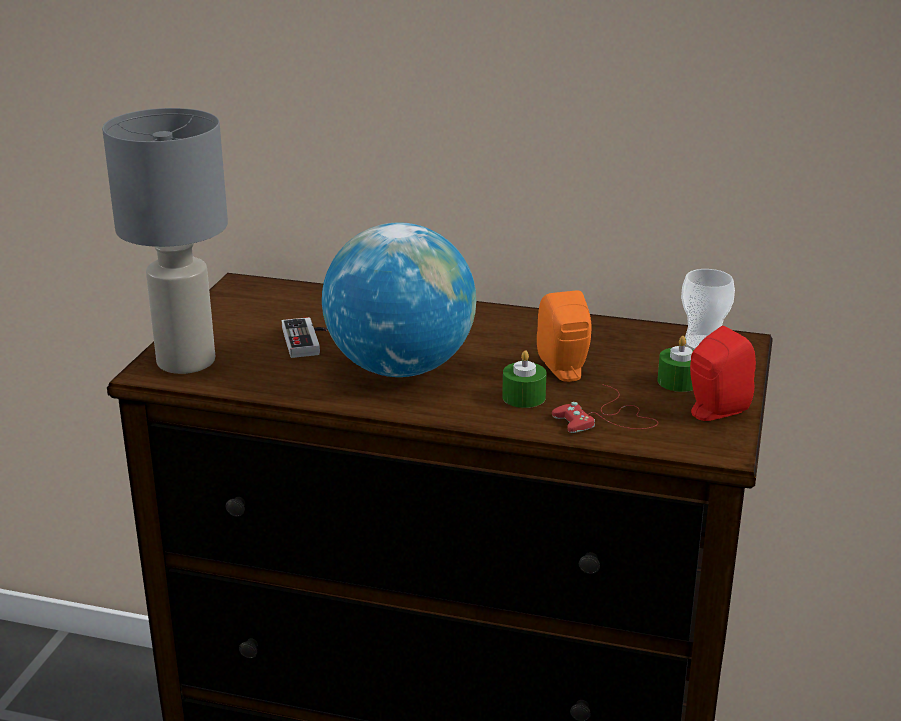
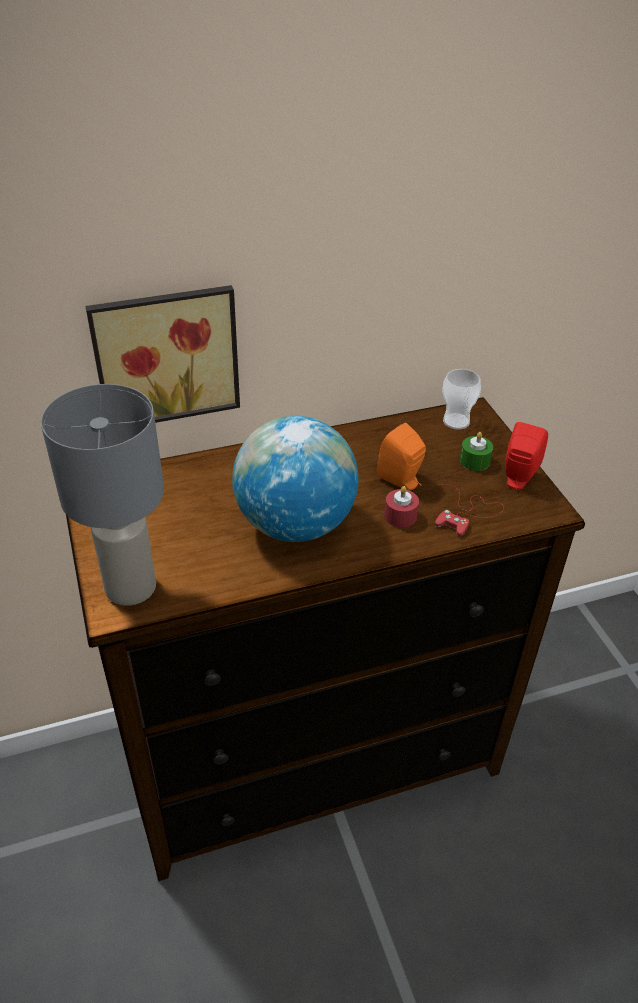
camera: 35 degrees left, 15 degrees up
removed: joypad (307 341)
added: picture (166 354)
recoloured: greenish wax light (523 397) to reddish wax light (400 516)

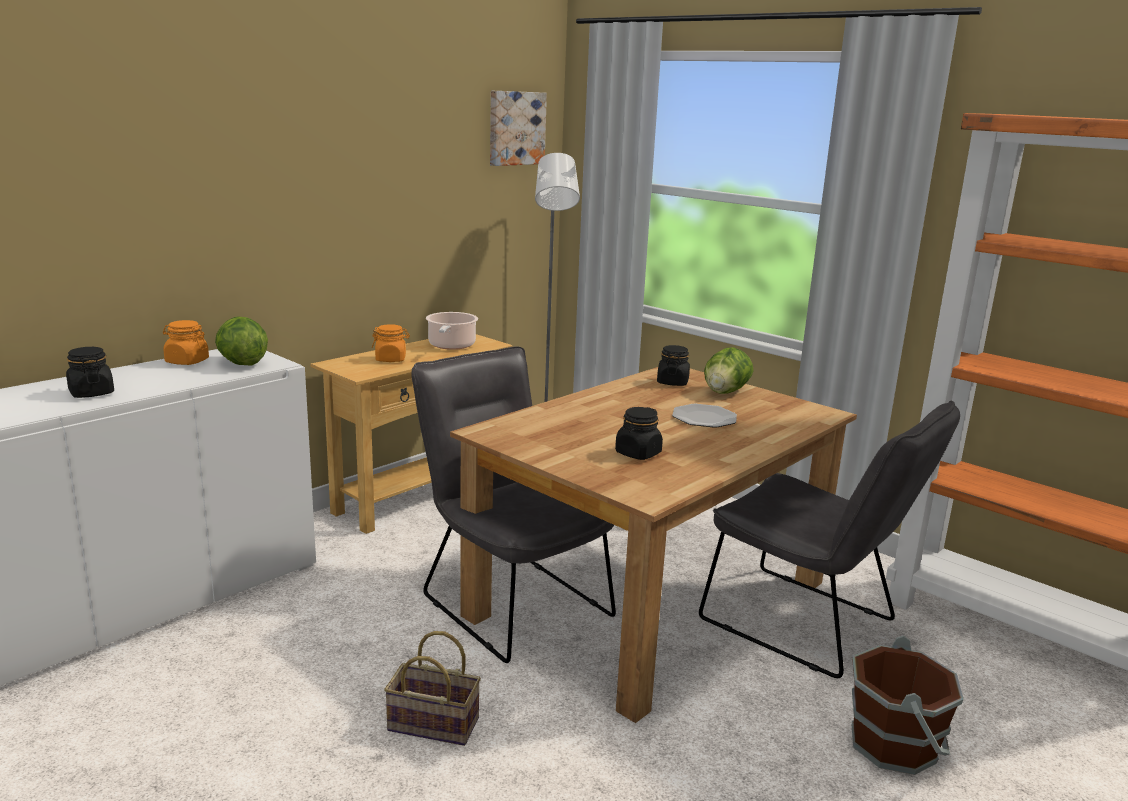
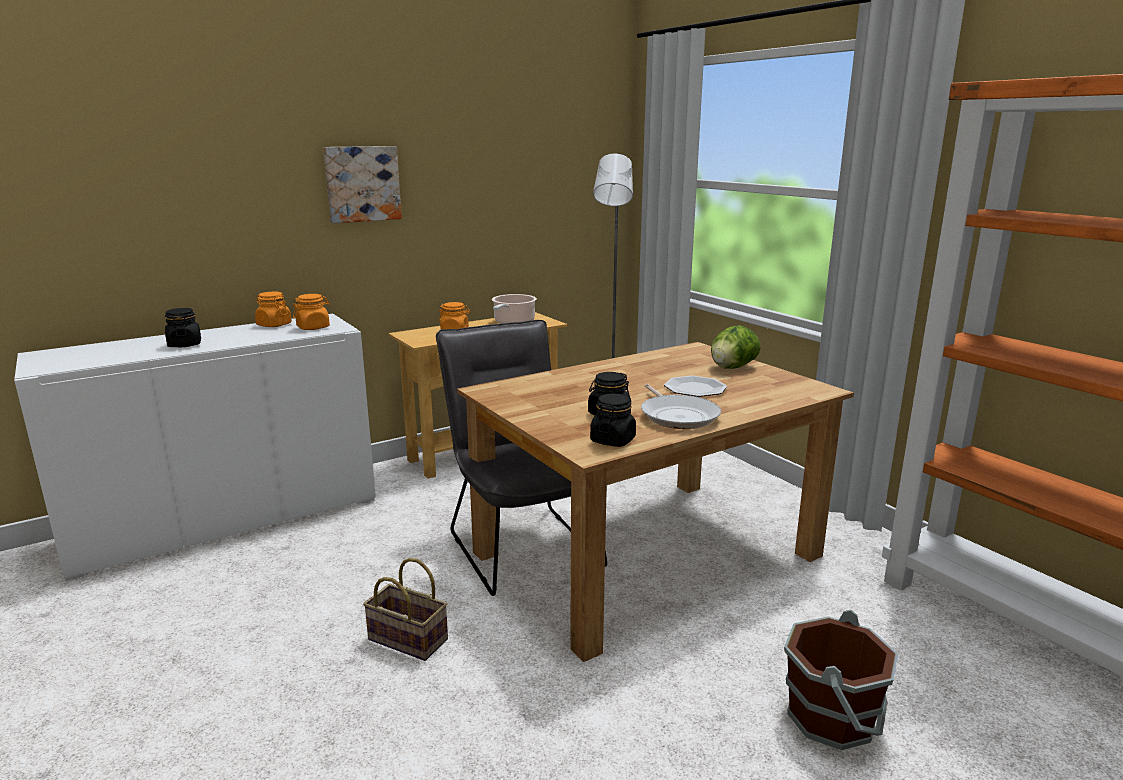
camera: 15 degrees right, 0 degrees up
removed: grey upright chair (809 626)
added: skillet (678 416)
moved: picture (515 128) to (362 184); blackish storage jar (672 382) to (613 440)
replaced: lettuce (241 363) to orange storage jar (313 327)

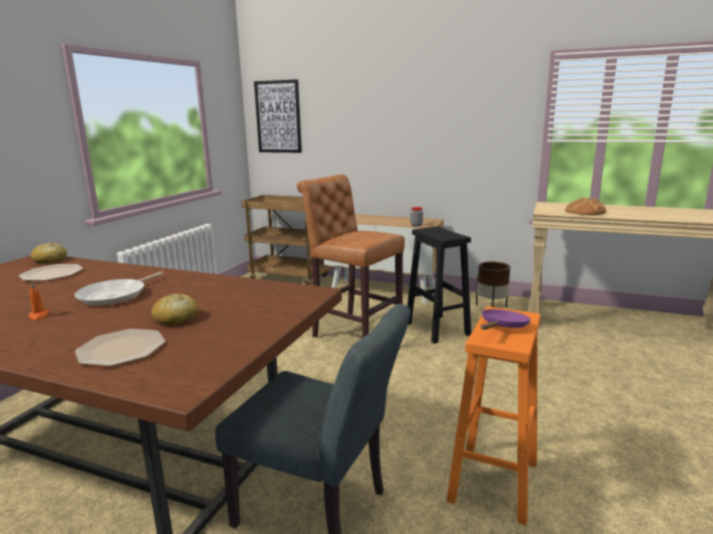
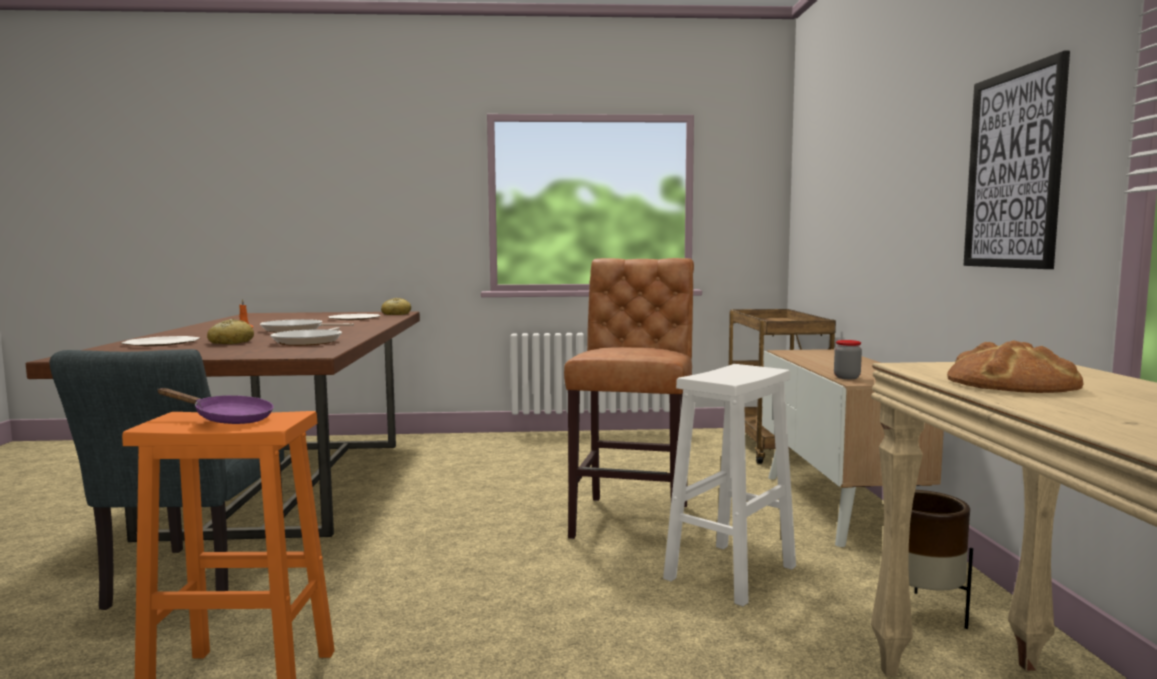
camera: 65 degrees right, 10 degrees down
added: skillet (310 341)
moved: picture (278 117) to (1013 169)
recoloured: blackish sitting stool (438 329) to white-coloured sitting stool (730 573)

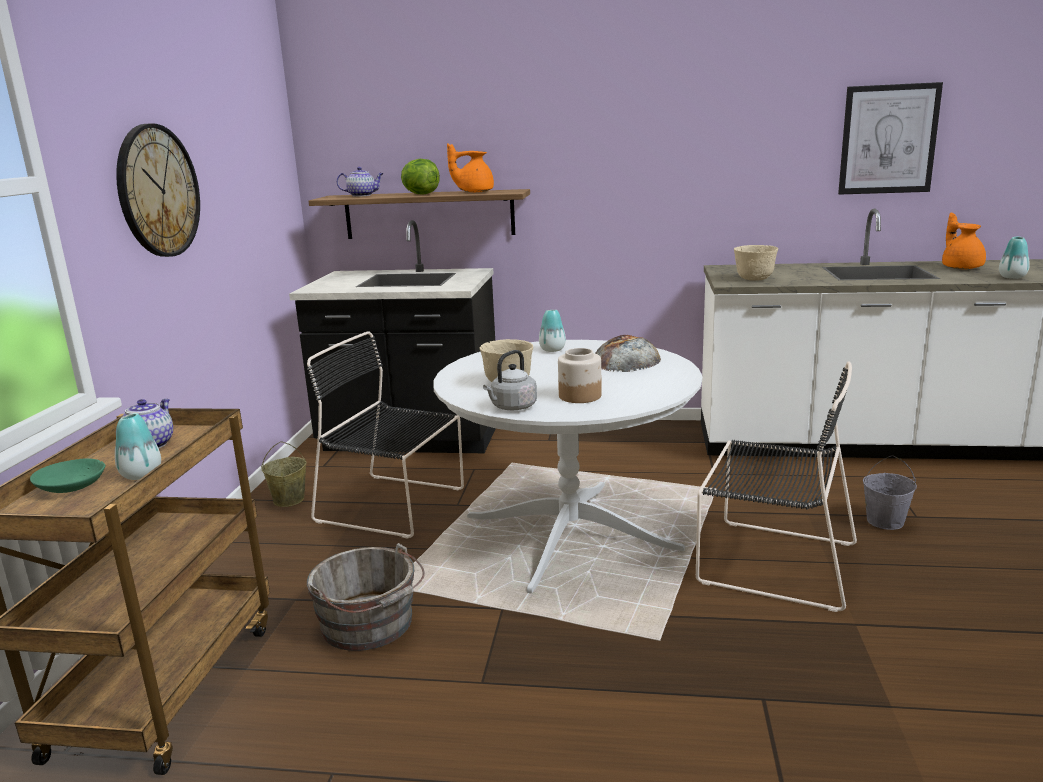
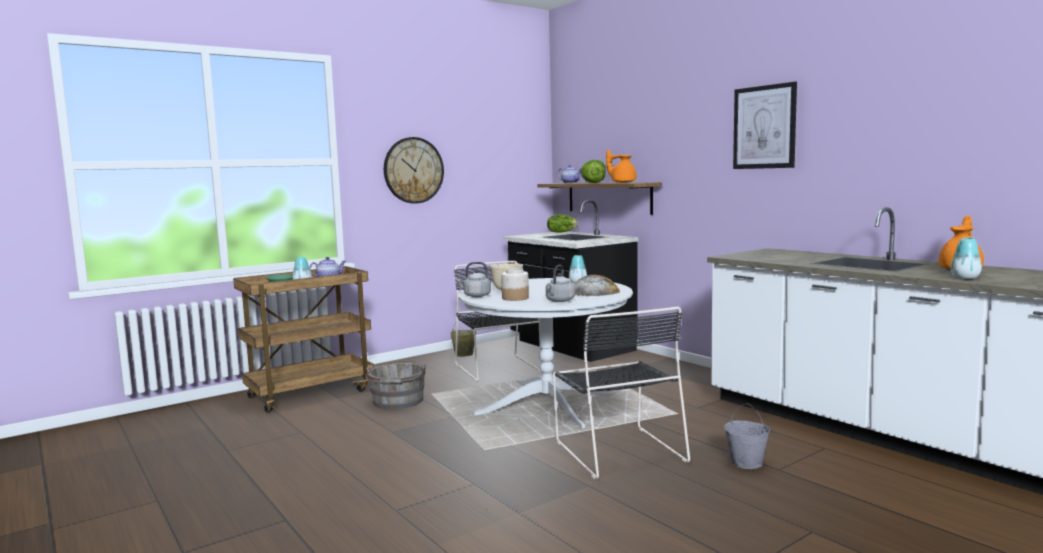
camera: 45 degrees right, 10 degrees down
removed: sand-coloured bowl (754 279)
added: grey kettle (559 301); lettuce (561 232)
moved: picture (888 139) to (764 127)

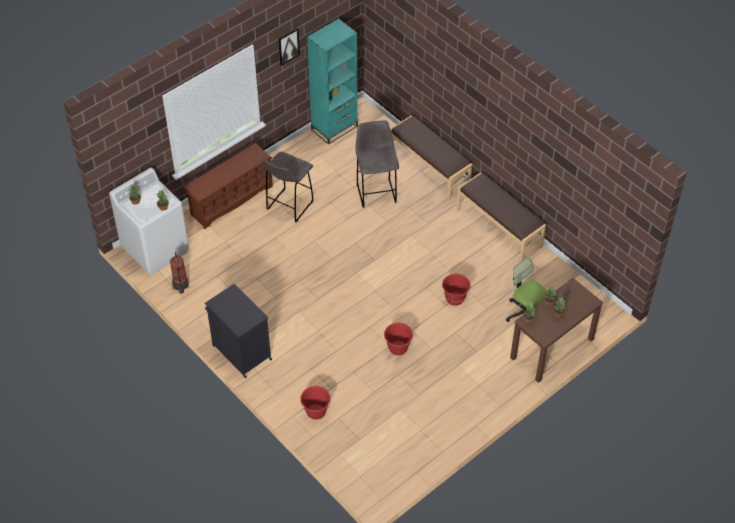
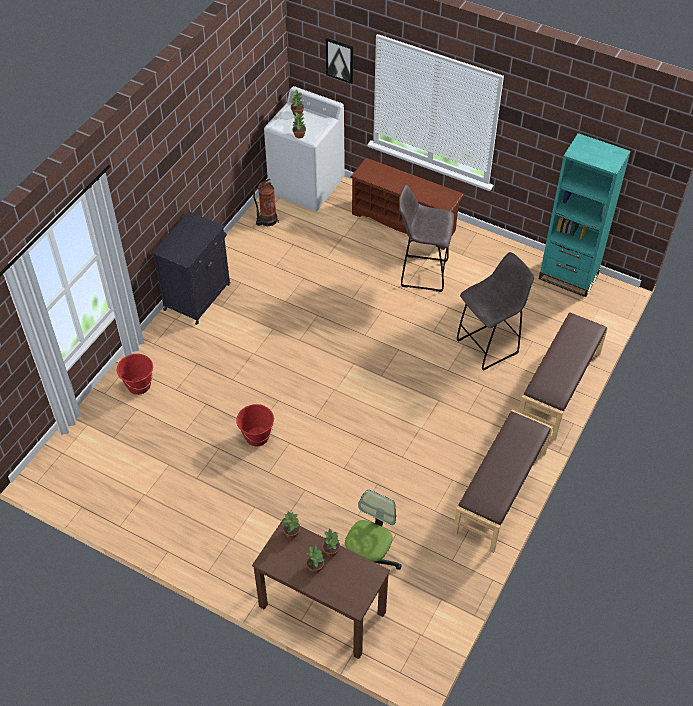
camera: 70 degrees right, 0 degrees up
removed: reddish pail (455 298)
moved: picture (288 46) to (340 60)

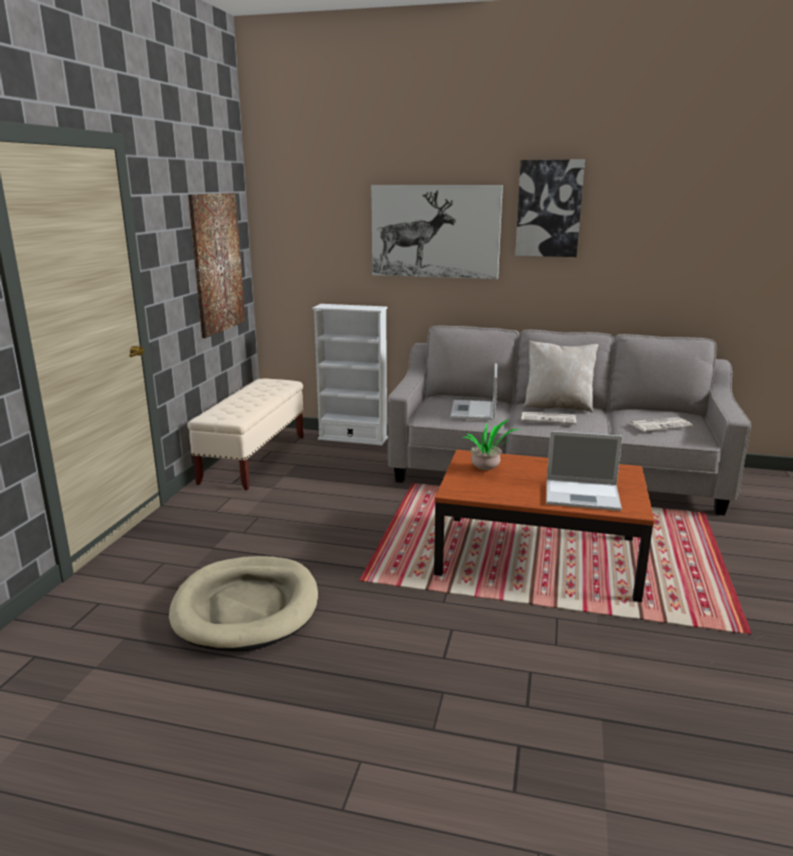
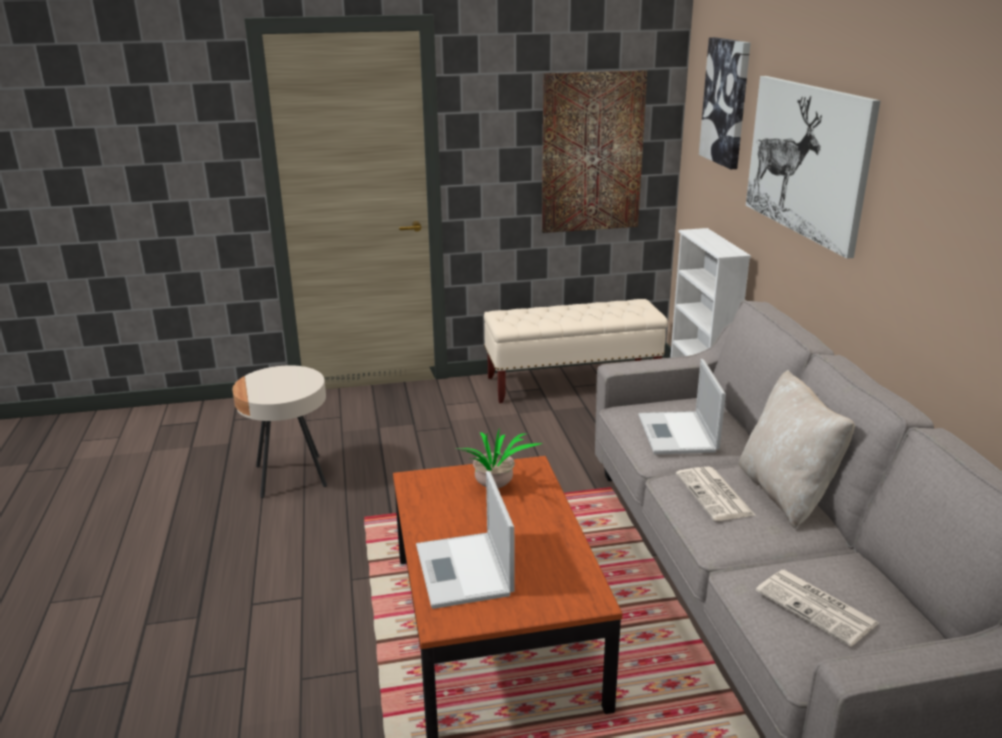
camera: 65 degrees right, 5 degrees up
moved: picture (549 208) to (726 102)
replaced: sand-coloured dog bed (246 607) to sand-coloured end table (291 476)
turned: laptop (474 411) = (678 434) 75 degrees counterclockwise

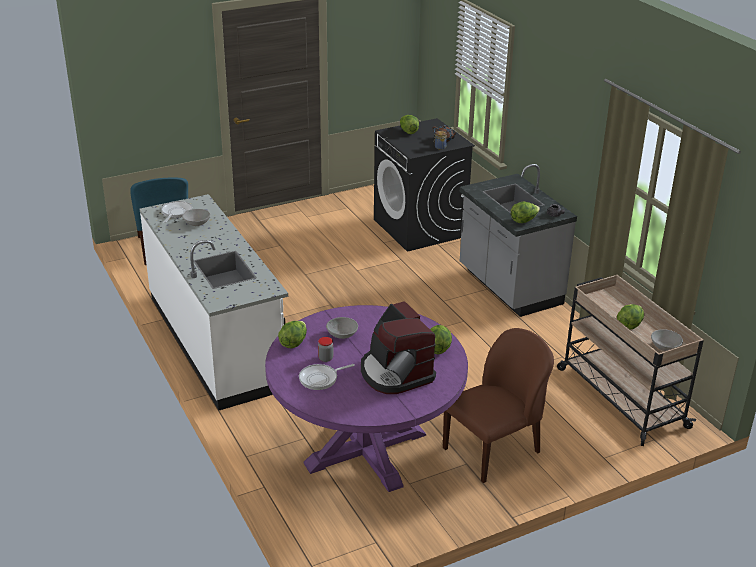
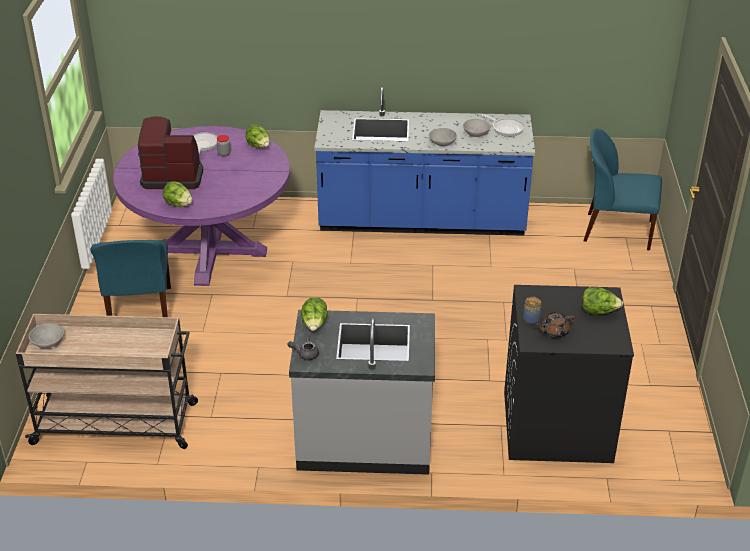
camera: 120 degrees right, 5 degrees up
removed: lettuce (629 325)
moved: grey bowl (342 334) to (442 143)
recoloured: white-coloured kitchen base unit (216 341) to bluish kitchen base unit (422 221); brown-coloured upright chair (493 450) to bluish upright chair (140 312)

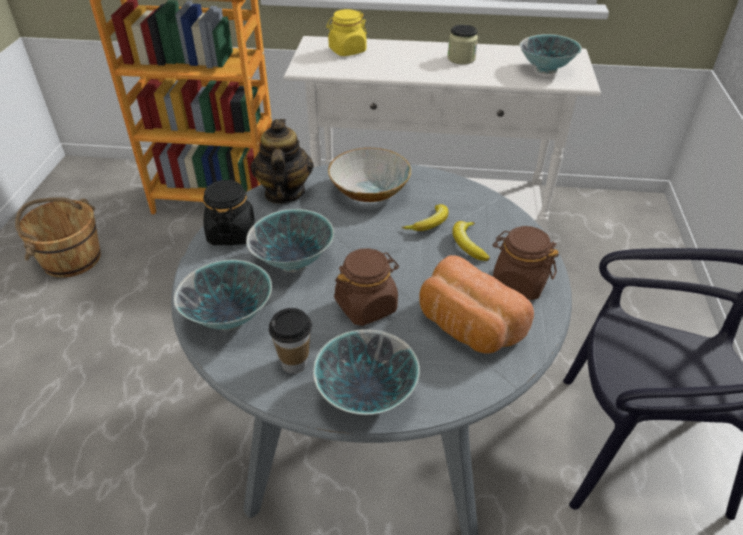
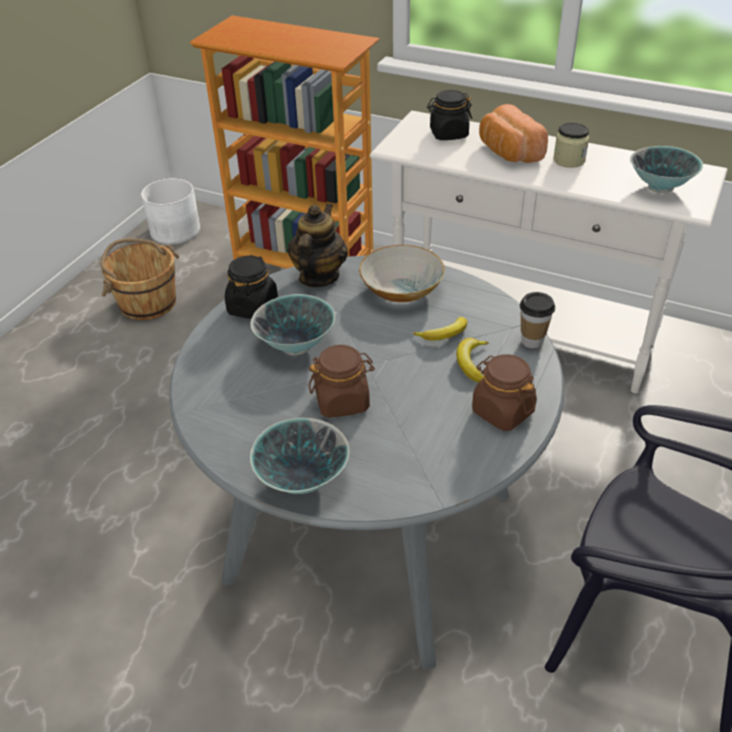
camera: 20 degrees right, 0 degrees up
removed: bowl (230 318)
added: white-coloured plant pot (175 230)
moved: cup (294 363) to (532 341); bakery bread (466 327) to (507 152)
recoloured: yellow storage jar (347 51) to blackish storage jar (448 134)

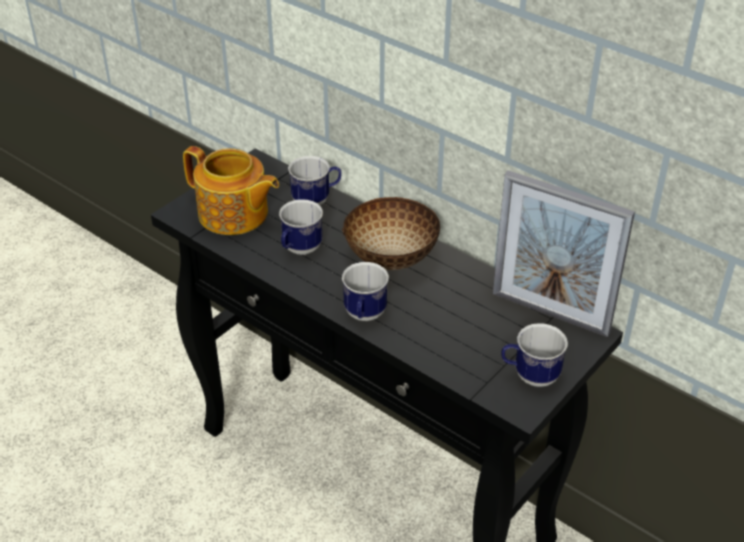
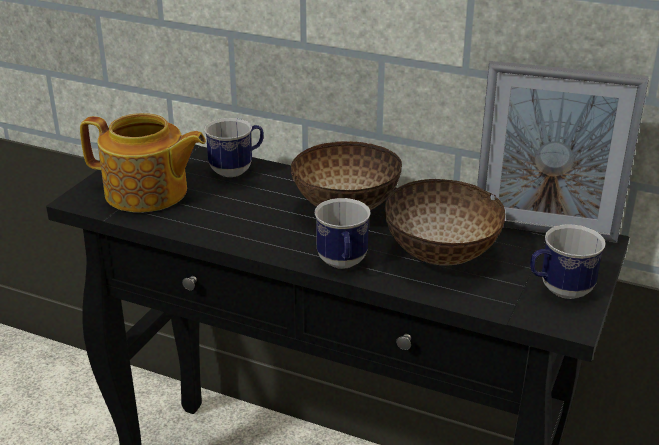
camera: 15 degrees left, 10 degrees down
removed: tea mug (299 250)
added: bowl (441 256)

